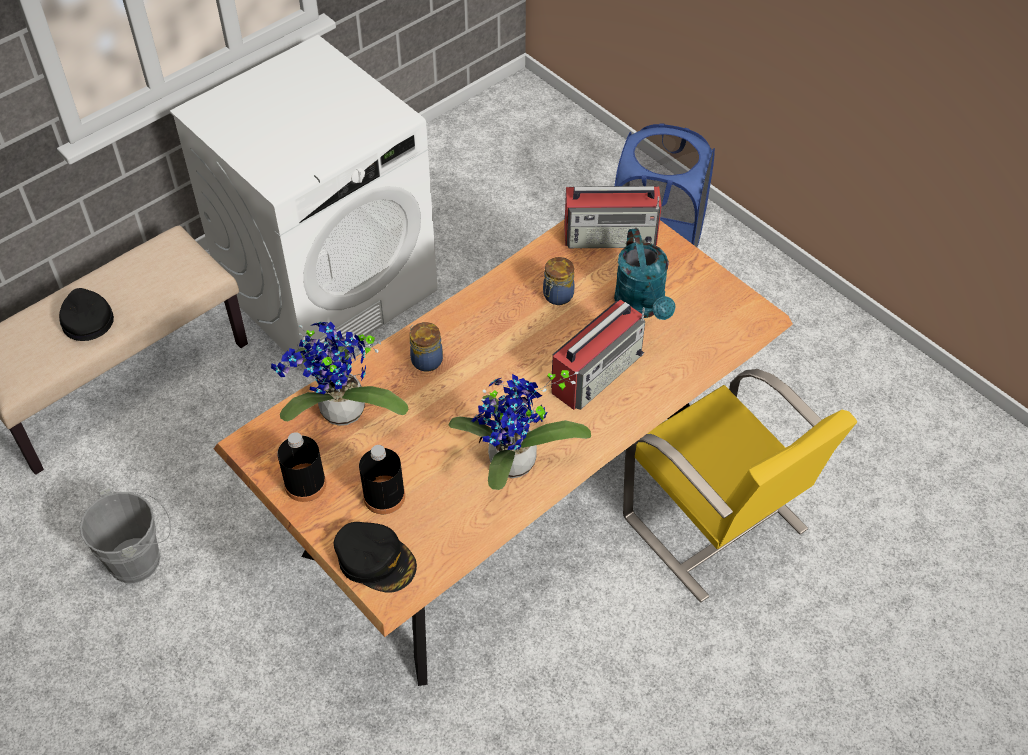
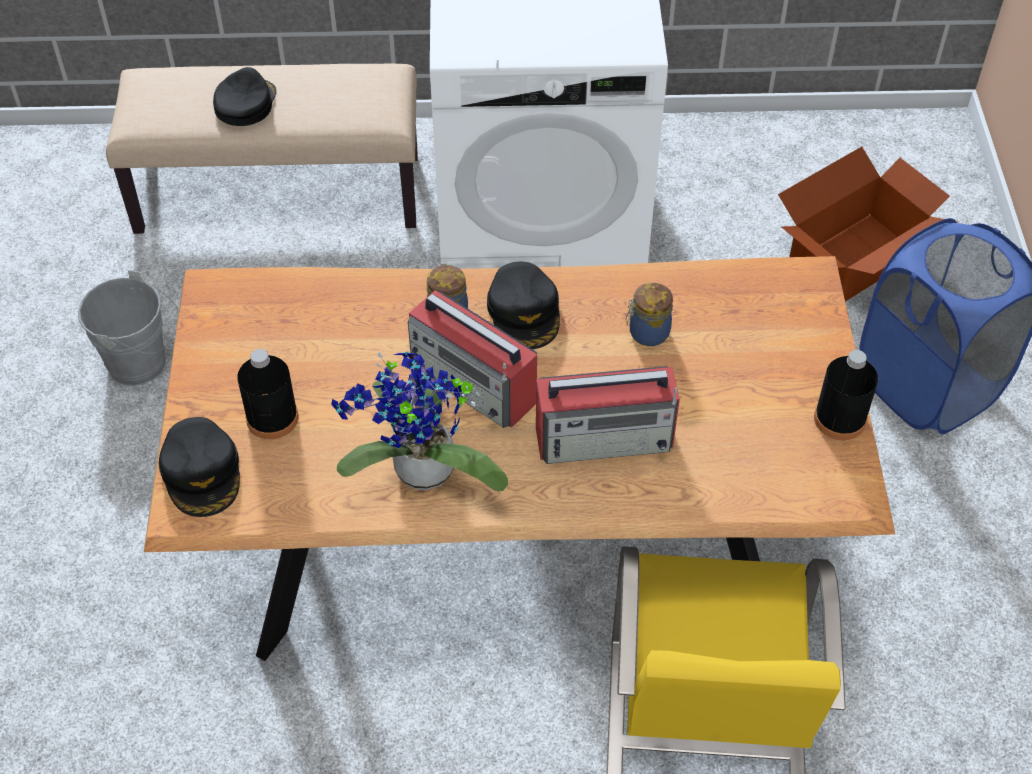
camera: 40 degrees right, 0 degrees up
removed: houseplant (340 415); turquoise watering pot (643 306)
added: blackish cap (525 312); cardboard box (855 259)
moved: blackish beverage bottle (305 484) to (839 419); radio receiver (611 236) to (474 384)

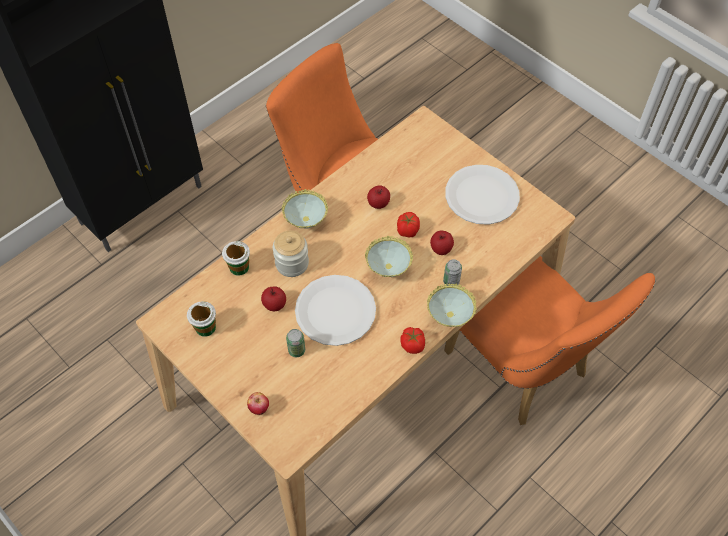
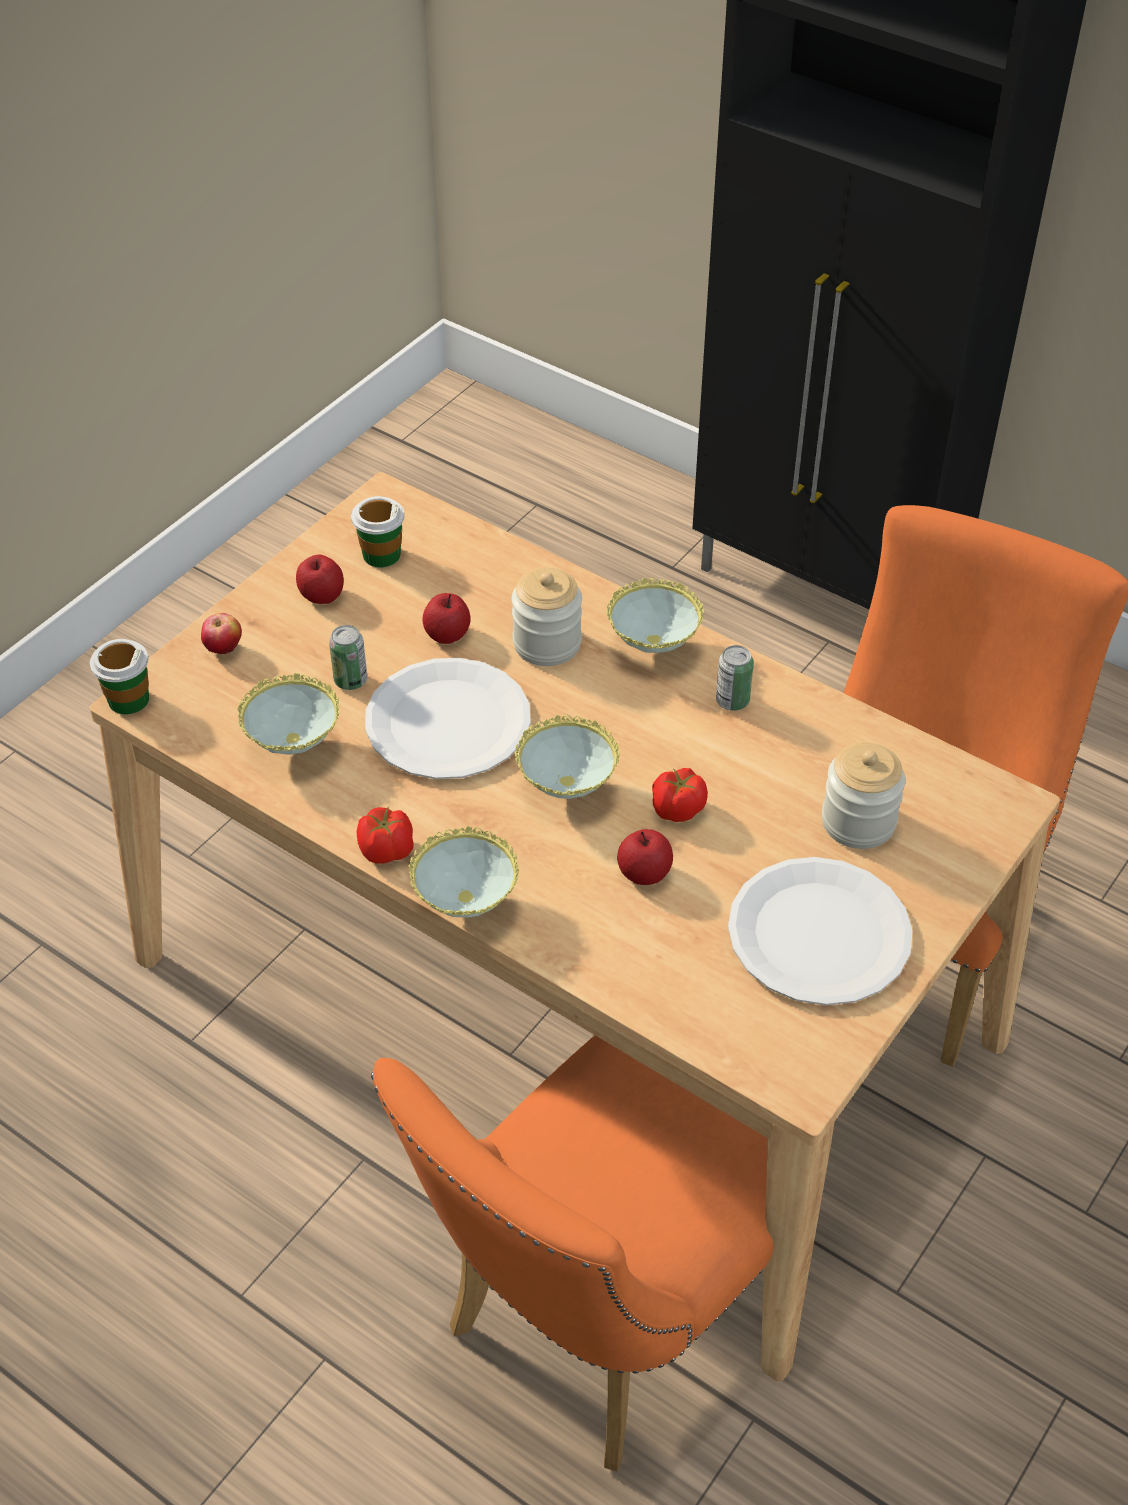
camera: 80 degrees right, 10 degrees down
added: bowl (294 747); storage jar (858 822)
moved: cup (239 267) to (128 699); apple (378 203) to (322 596); sealed can (451 281) to (732 701)

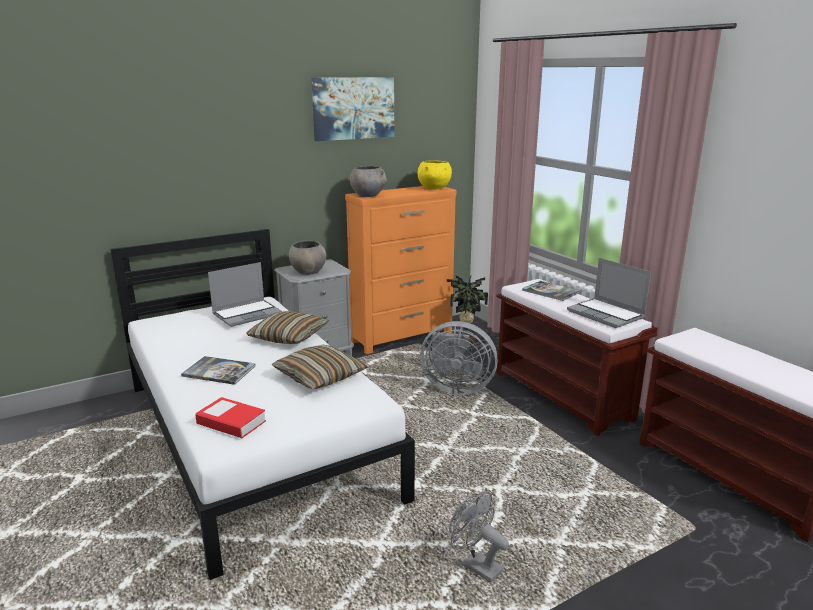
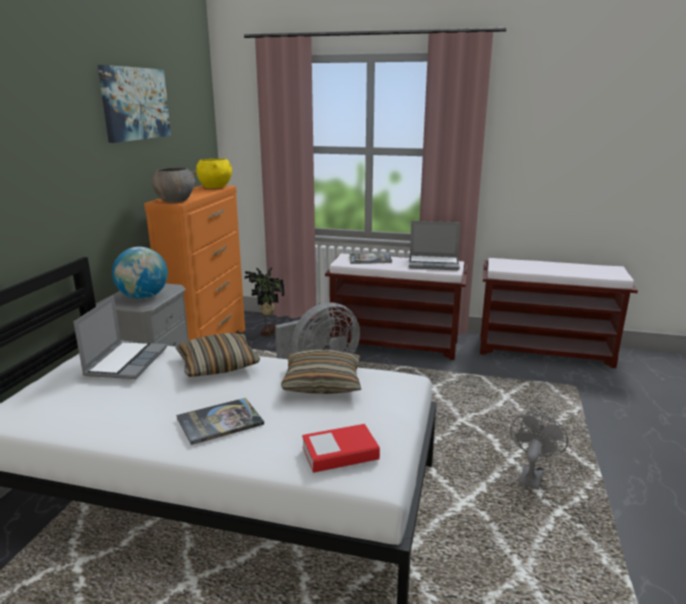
camera: 45 degrees left, 0 degrees up
replaced: grey bowl (308 272) to globe (143 297)
turned: grey electric fan (476 565) = (531 475) 120 degrees clockwise

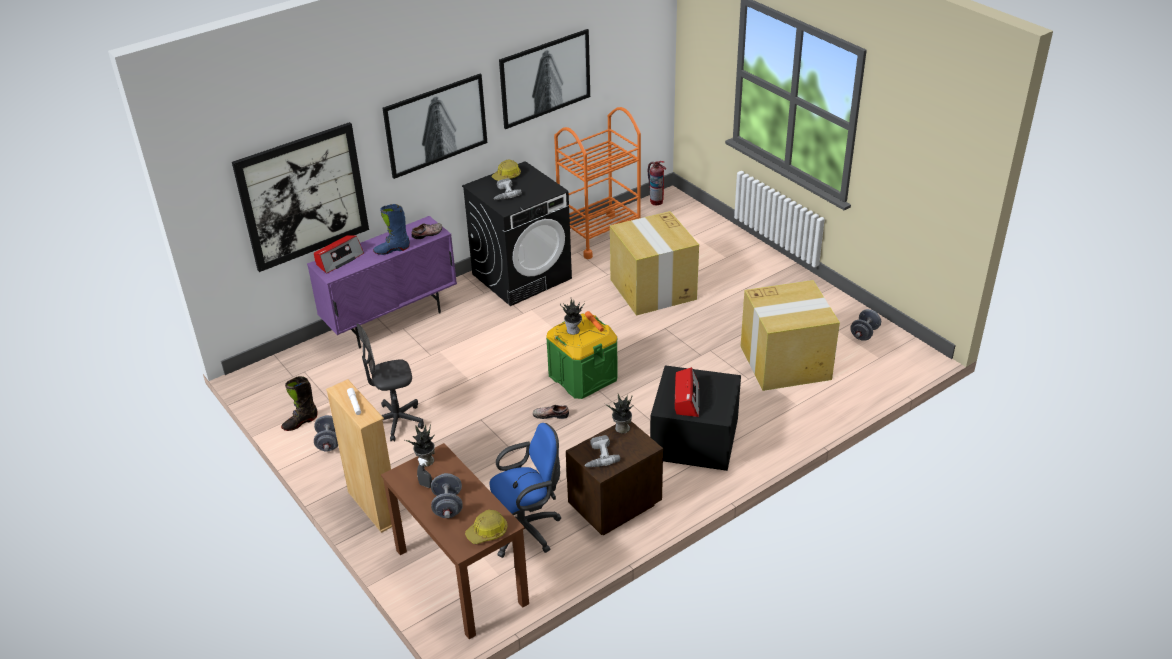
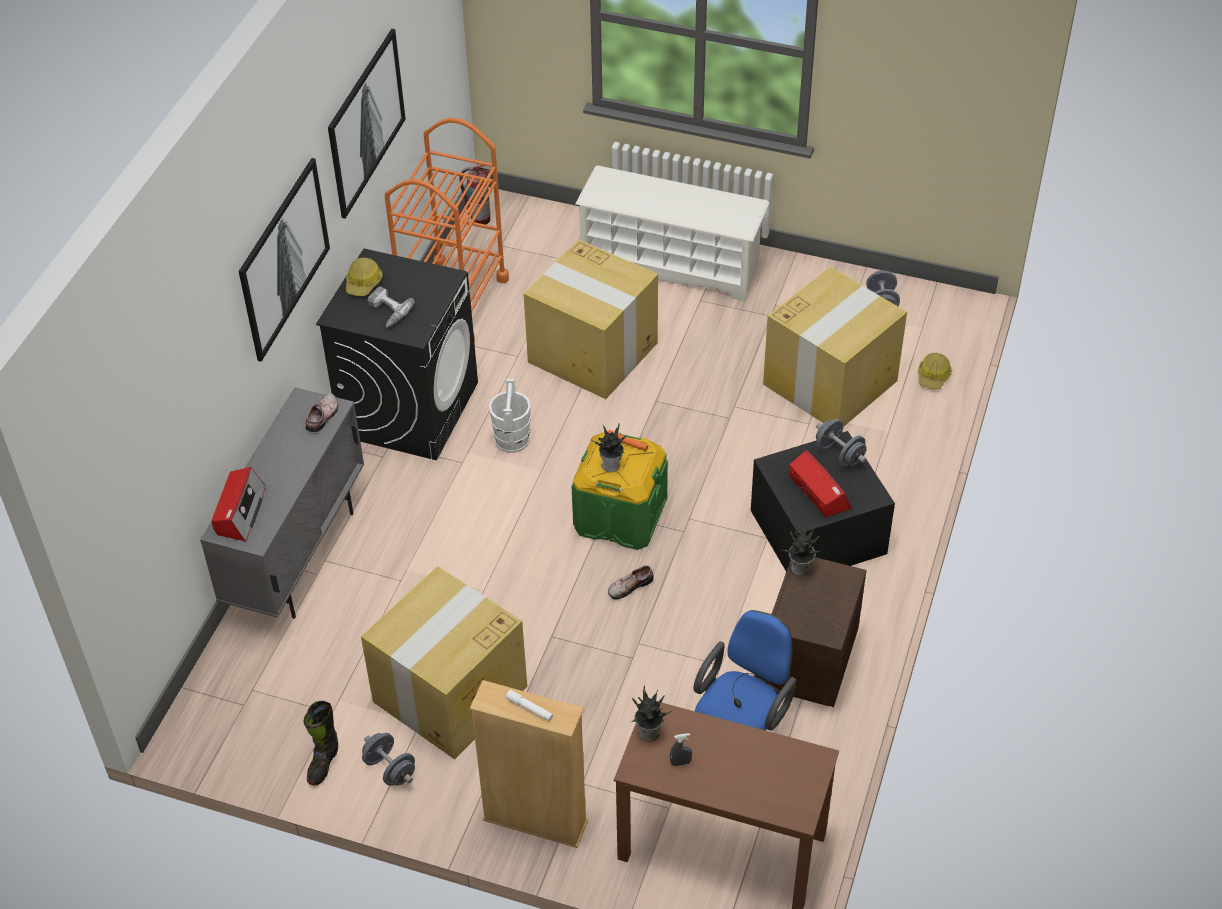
camera: 35 degrees left, 10 degrees up
removed: picture (303 196); bluish tall boot (392 250); power drill (598 456)
added: white-coloured pail (512 439); white-coloured shoe rack (671 264)
moved: grey free weight (448 506) to (839 454); work helmet (487 532) to (933 376)
replaced: grey desk chair (396 422) to cardboard box (449 695)
recoloured: purplish cabinet (392 321) to grey cabinet (298 557)

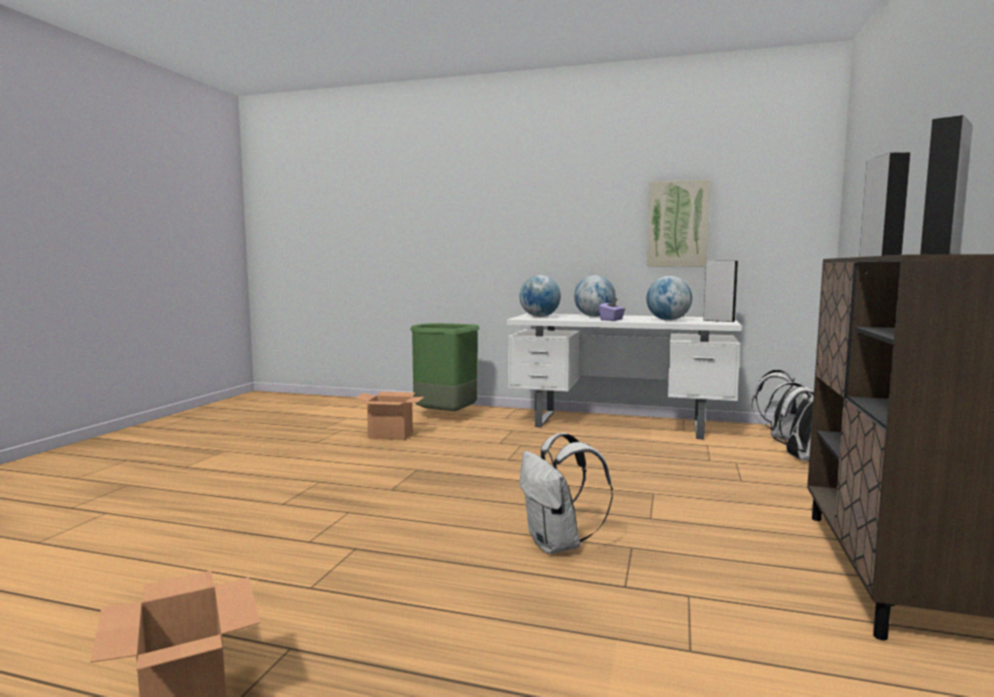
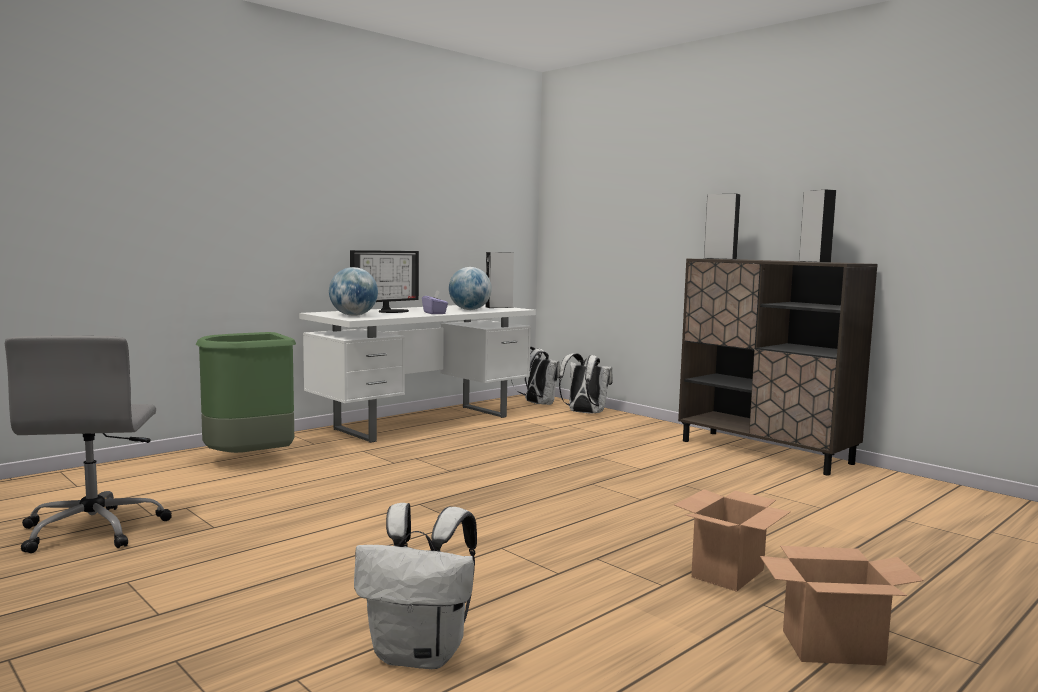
camera: 60 degrees left, 0 degrees up
removed: picture (678 224)
added: grey desk chair (94 529)
moved: cardboard box (391 435) to (728 573); white-coloured knapsack (557 545) to (421 654)
replaced: globe (594 316) to computer display (392 311)

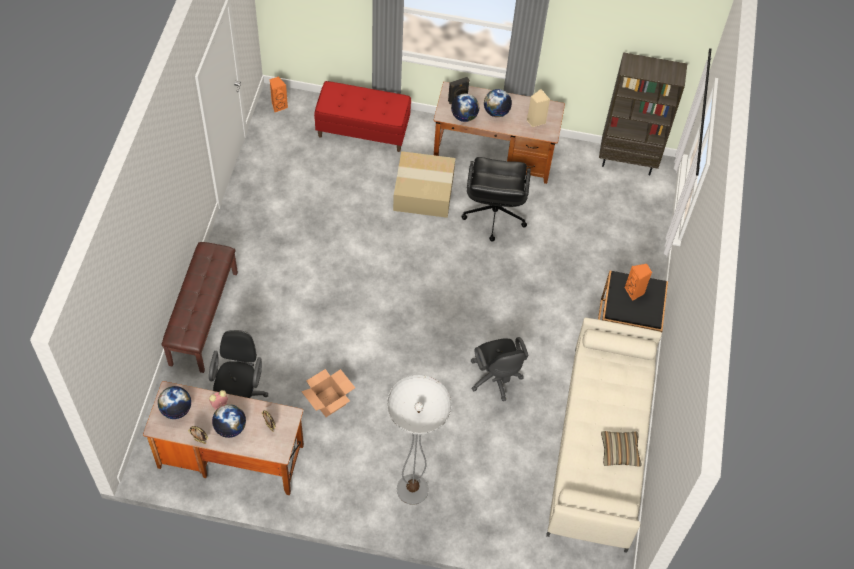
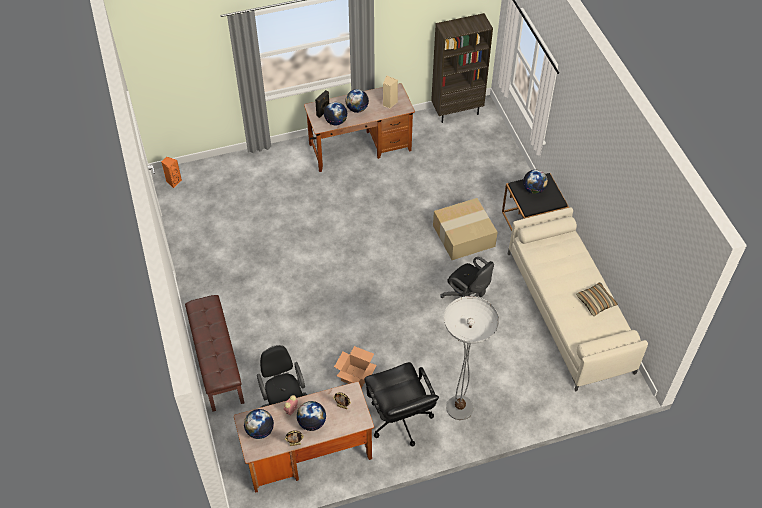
camera: 25 degrees left, 5 degrees down
removed: reddish bench (363 130)
moved: cardboard box (424 191) to (464 235); blackish desk chair (493 215) to (400 420)
replaced: orange speaker (635 292) to globe (534 189)

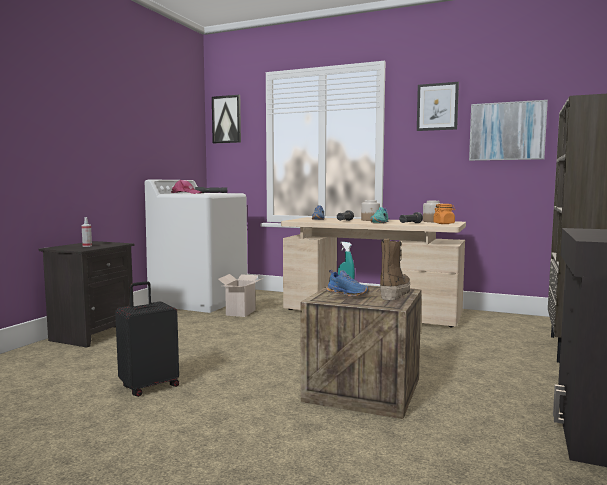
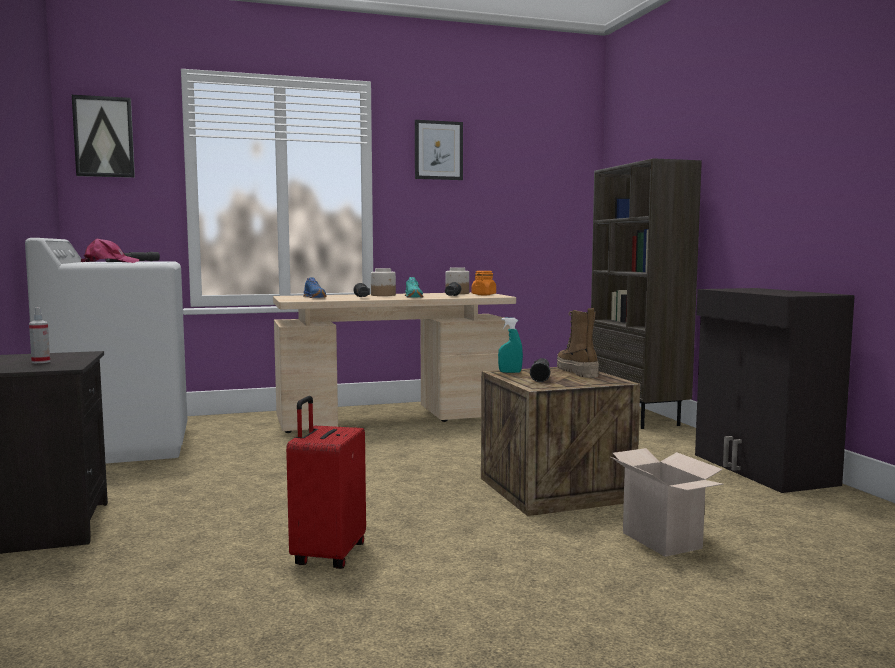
camera: 40 degrees left, 0 degrees up
removed: picture (507 131)
moved: cardboard box (241 313) to (664 541)
replaced: bluish low shoe (348 294) to blackish flashlight (540 378)
recoloured: blackish travel case (149 386) to reddish travel case (327 555)

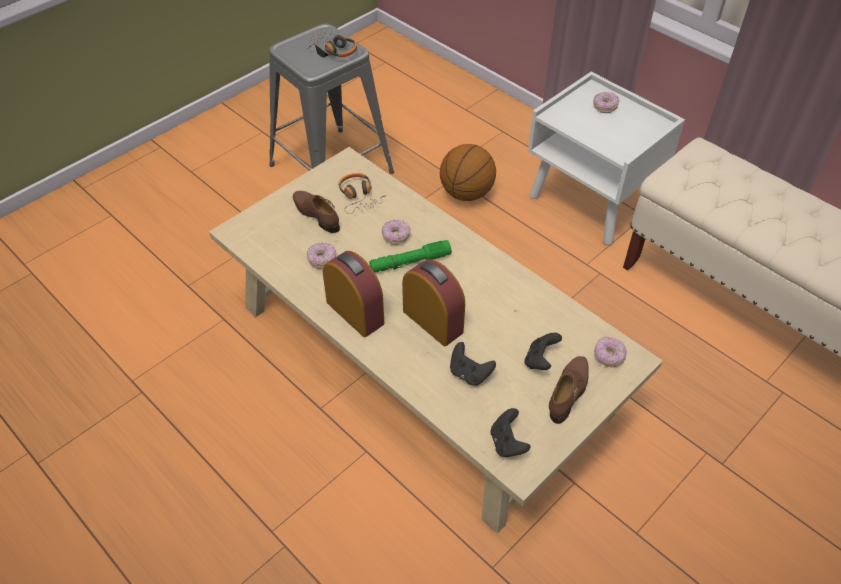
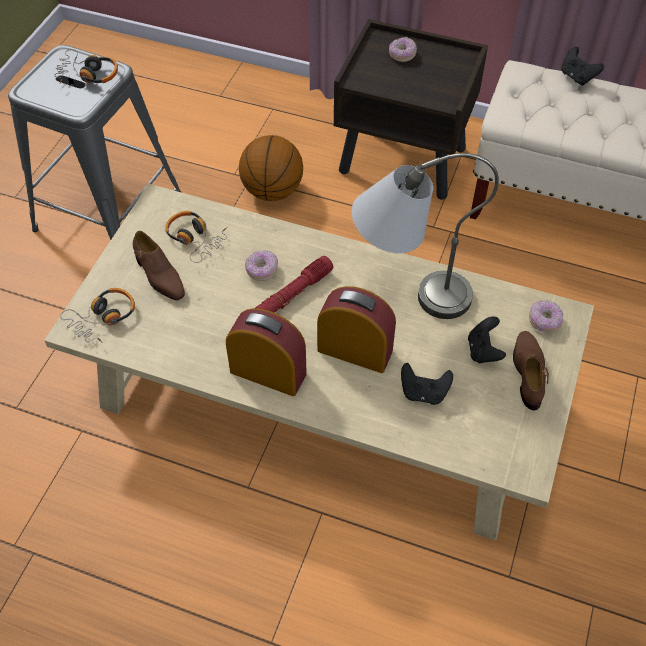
camera: 25 degrees left, 5 degrees up
removed: ring doughnut (322 260)
added: headphones (103 319); grey tabletop lamp (407 292)
moved: blackish joypad (507 443) to (577 77)
recoloured: greenish flashlight (410 262) to reddish flashlight (293 294); white-coloured nightstand (591 204) to brown-coloured nightstand (404 160)
turned: brown-coloured low shoe (316 214) = (159 275) 150 degrees counterclockwise

